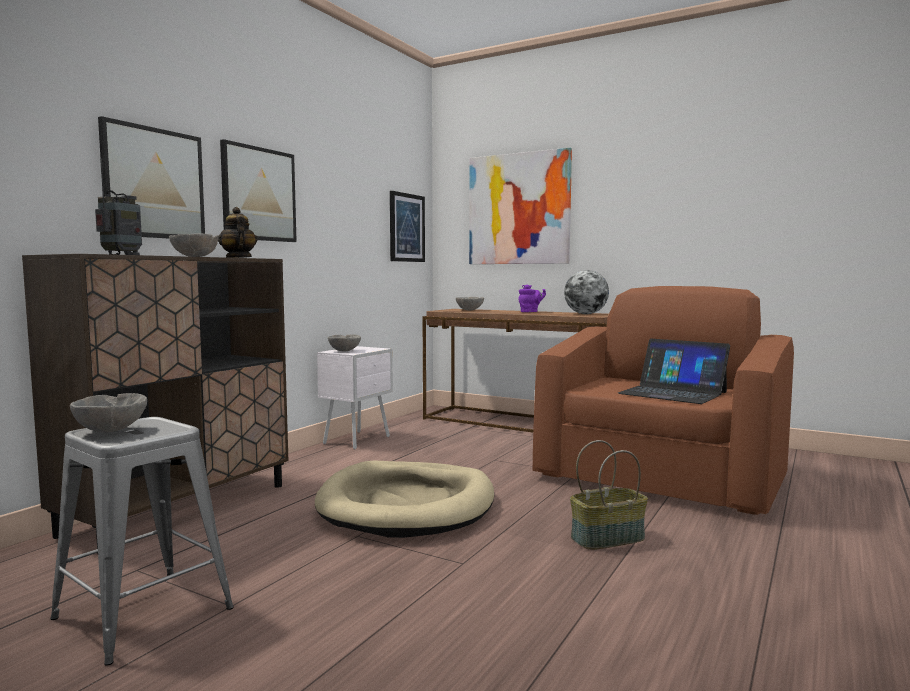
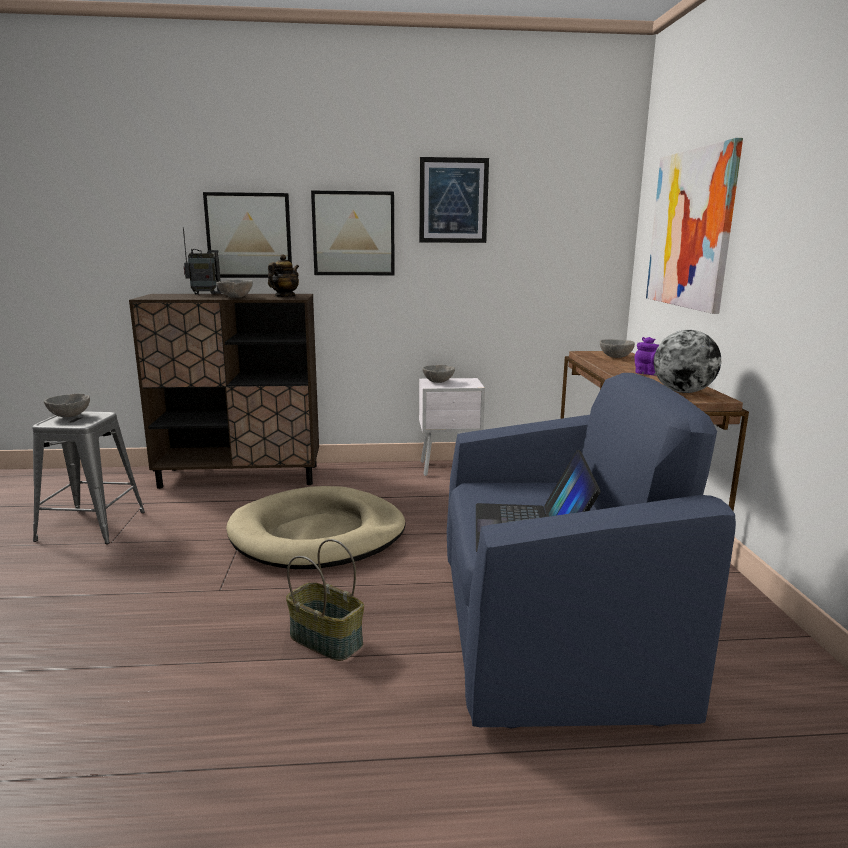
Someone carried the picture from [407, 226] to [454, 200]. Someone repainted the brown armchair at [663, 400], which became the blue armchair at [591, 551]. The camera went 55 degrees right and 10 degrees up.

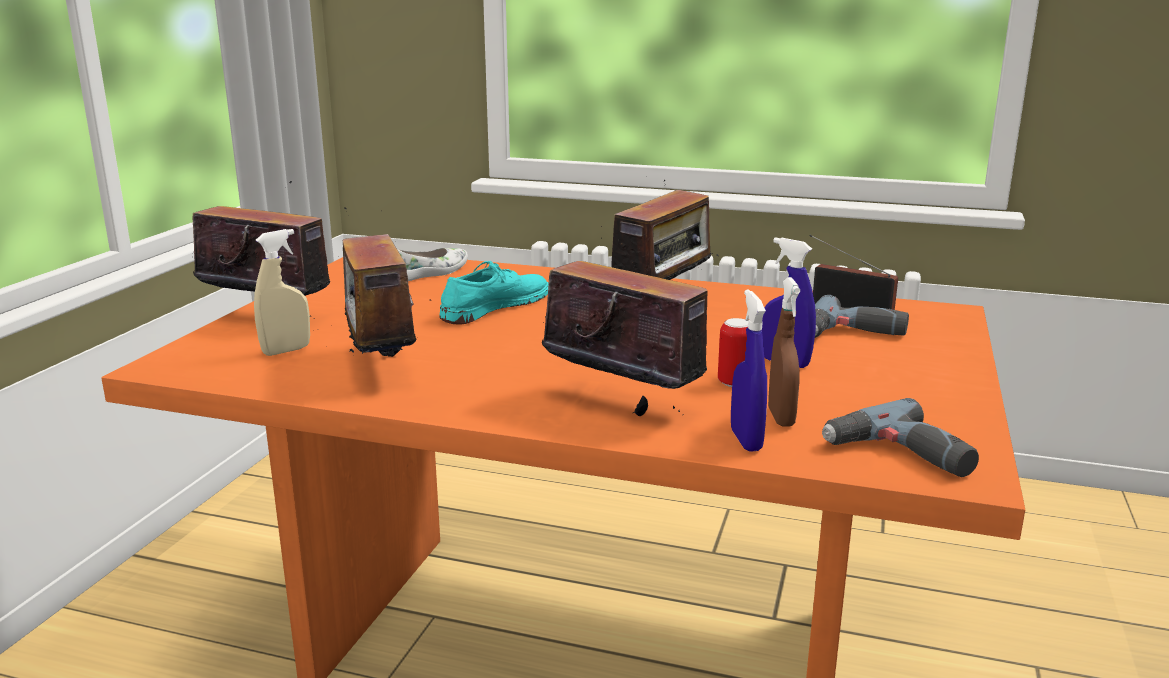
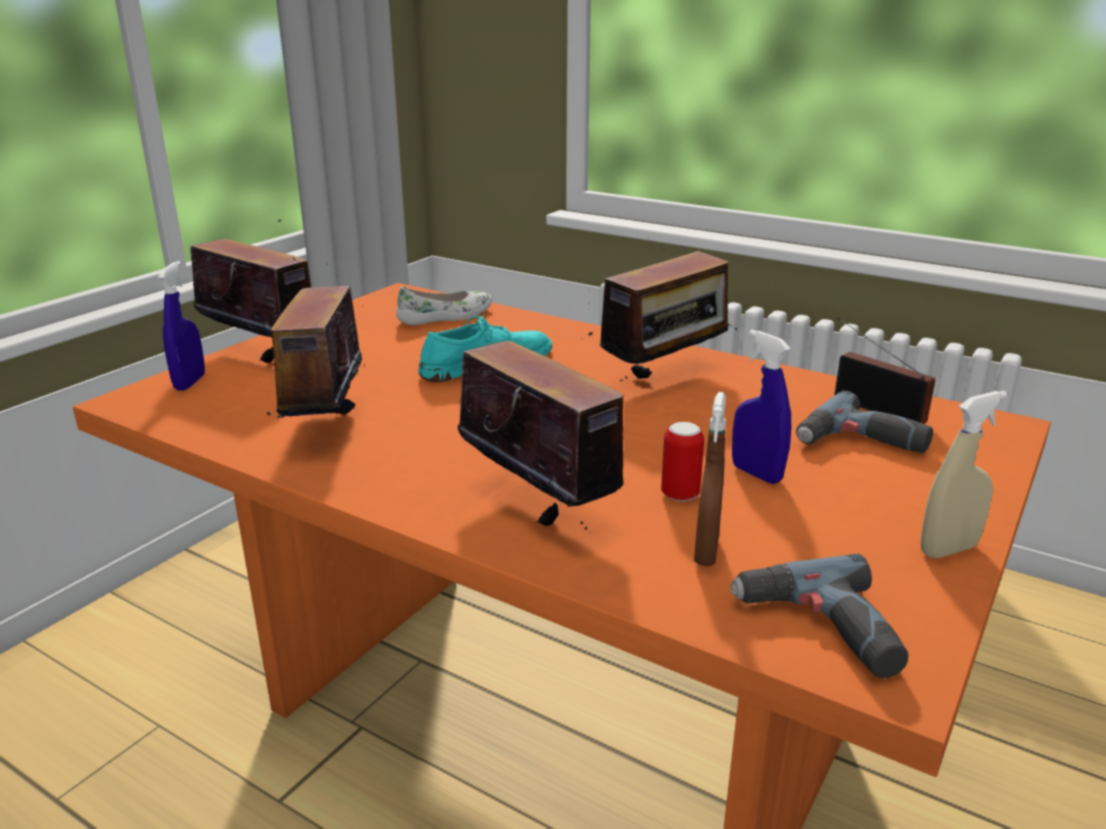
Someone carried the beige spray bottle from [282, 292] to [964, 474]. Someone carried the blue spray bottle from [749, 370] to [181, 326]. The camera went 15 degrees right and 5 degrees up.

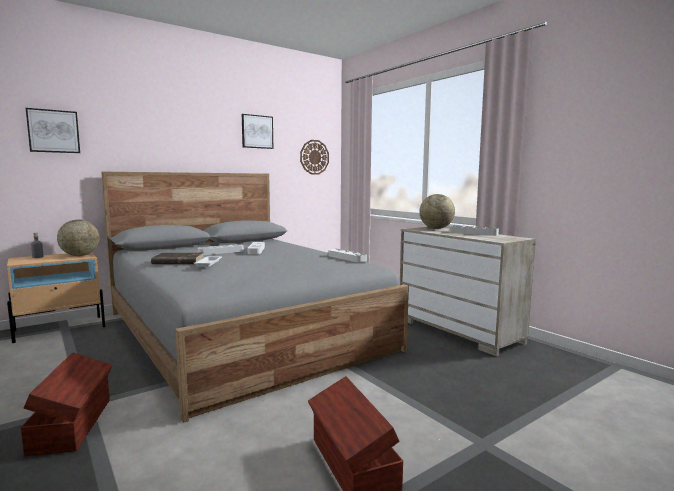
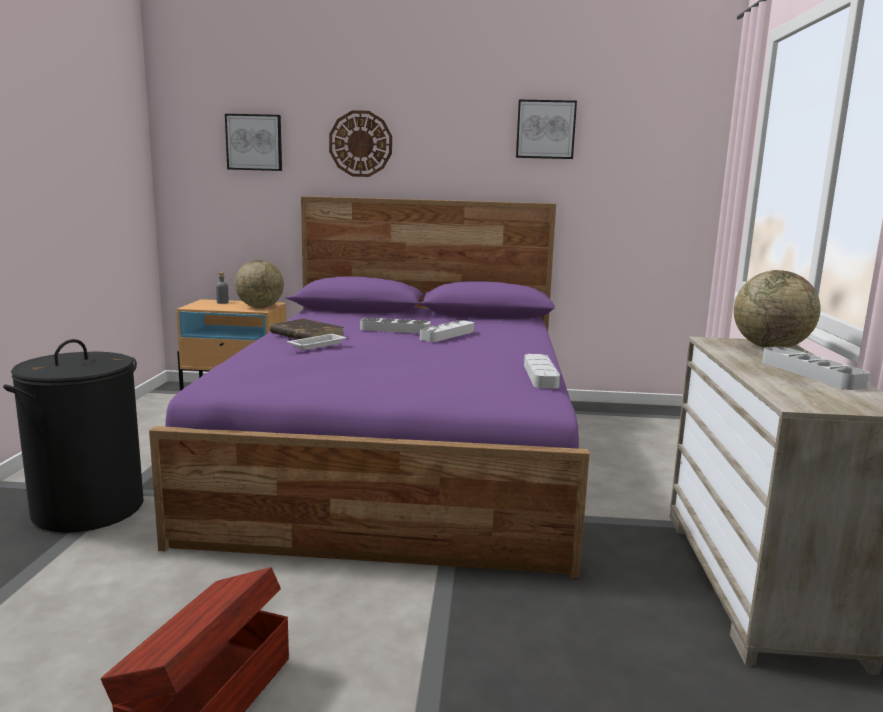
Someone swapped the brown storage box at [66, 404] for the black laundry basket at [73, 436]. Someone repainted the grey bed at [255, 297], which became the purple bed at [369, 387]. Someone carried the wall clock from [314, 157] to [360, 143]. The camera went 40 degrees right and 5 degrees up.

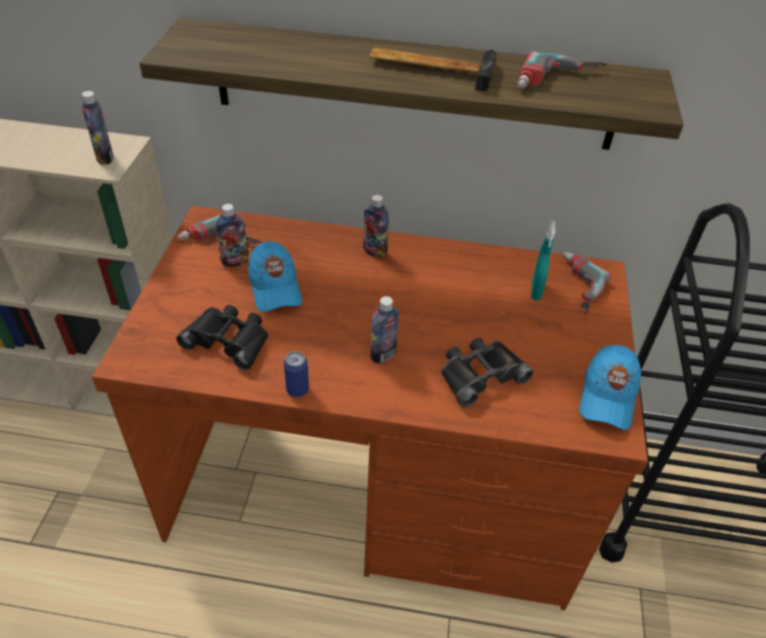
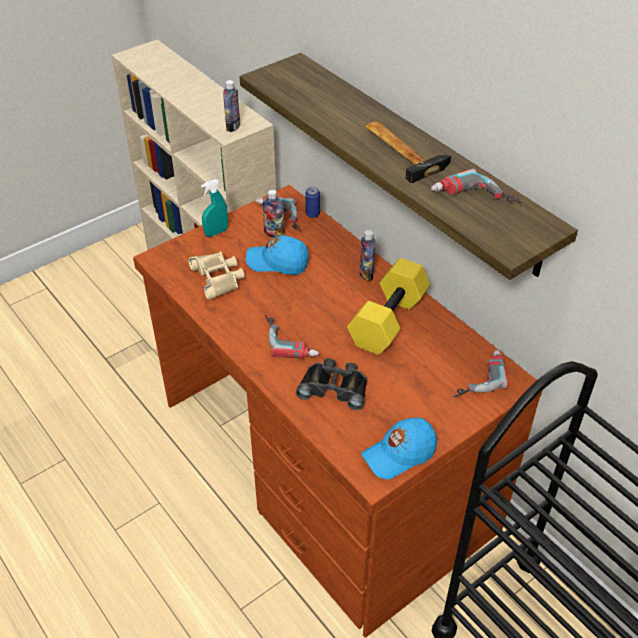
Someone repainted the black binoculars at [222, 337], which became the beige binoculars at [216, 275]. Someone rotated the blue cap at [275, 276] by 75 degrees clockwise. Someone carried the can from [296, 374] to [312, 202]. Someone swapped the bottle at [384, 329] for the power drill at [292, 336]. Someone carried the turquoise spray bottle from [543, 260] to [214, 208]. Someone put down the yellow dumbbell at [388, 306]. The camera went 45 degrees right and 0 degrees up.

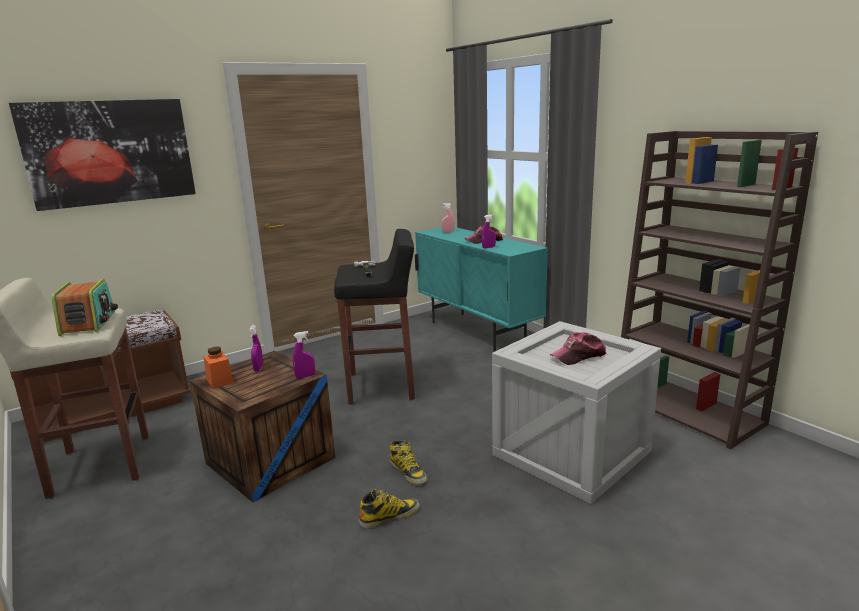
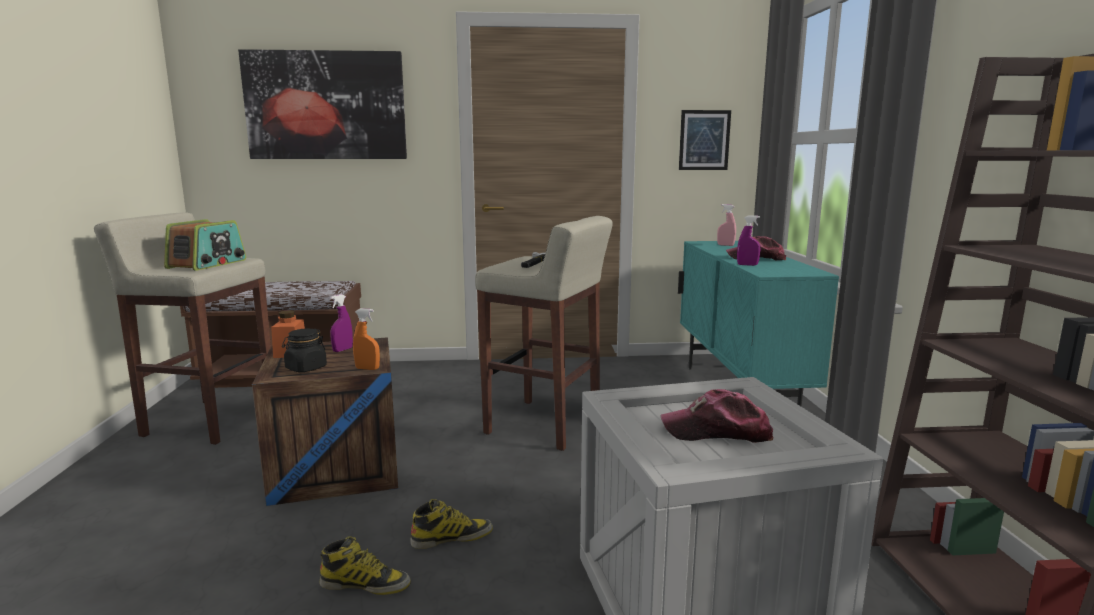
Someone repainted the purple spray bottle at [304, 354], which became the orange spray bottle at [366, 339]. Someone repainted the black stool at [374, 317], which became the beige stool at [544, 333]. Someone rotated the boot at [408, 462] by 105 degrees counterclockwise. Someone put down the black jar at [304, 350]. Someone put up the picture at [705, 140]. The camera went 30 degrees right and 5 degrees down.

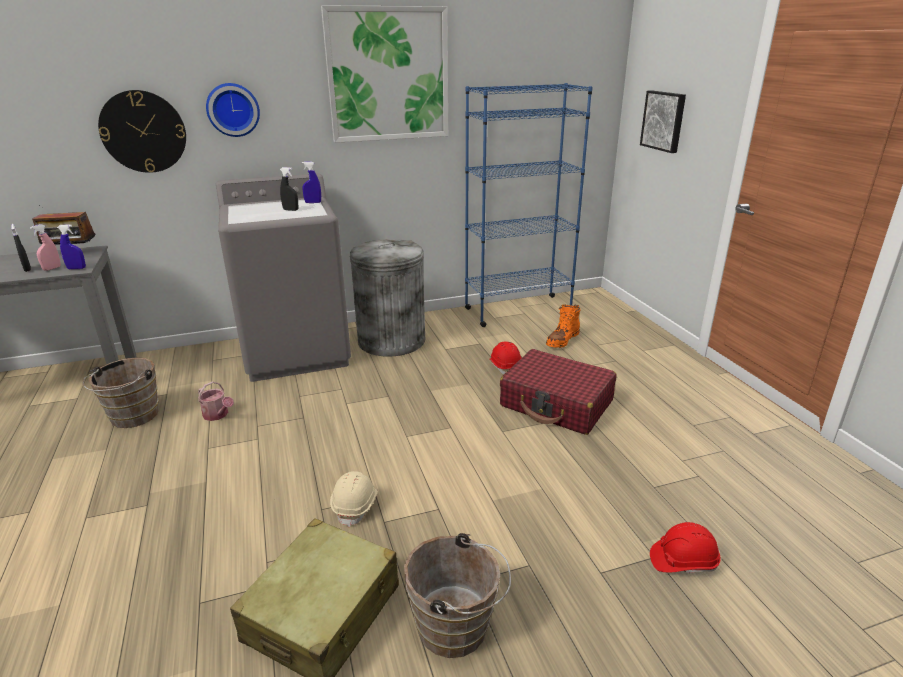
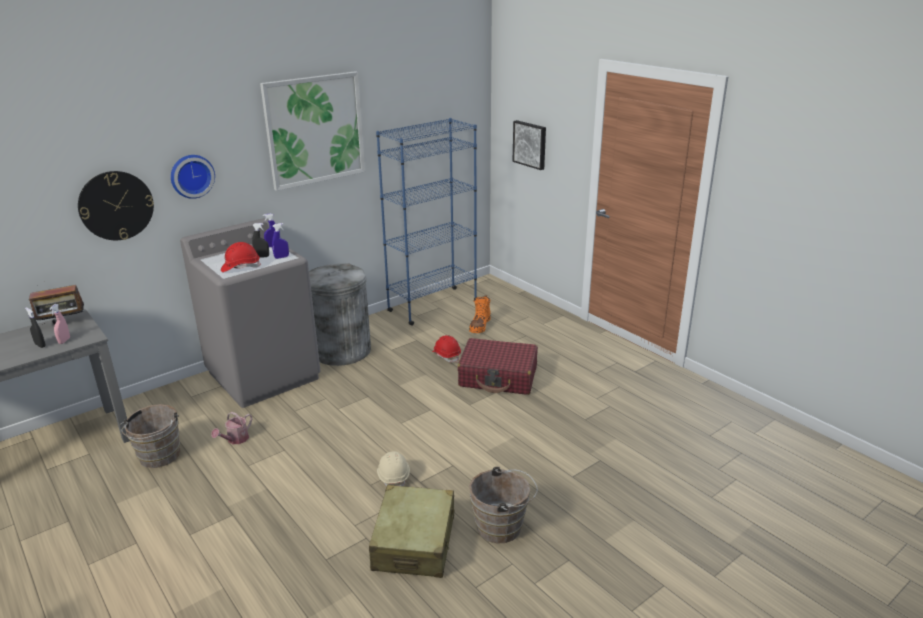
Someone carried the blue spray bottle from [71, 246] to [280, 241]. Someone rotated the watering can at [216, 401] by 105 degrees clockwise. Someone carried the red hard hat from [685, 547] to [241, 257]. The camera went 20 degrees left and 0 degrees up.

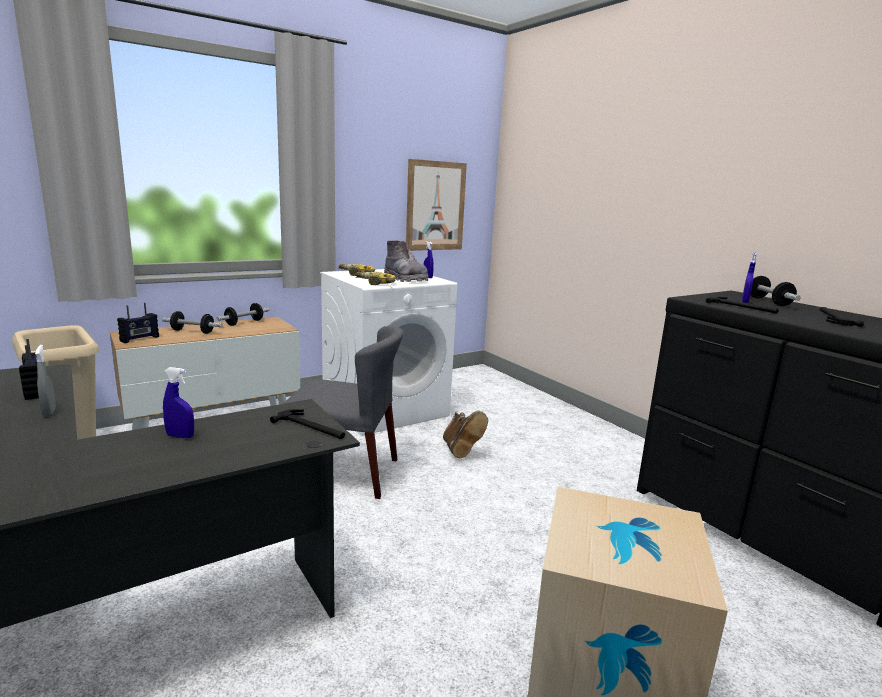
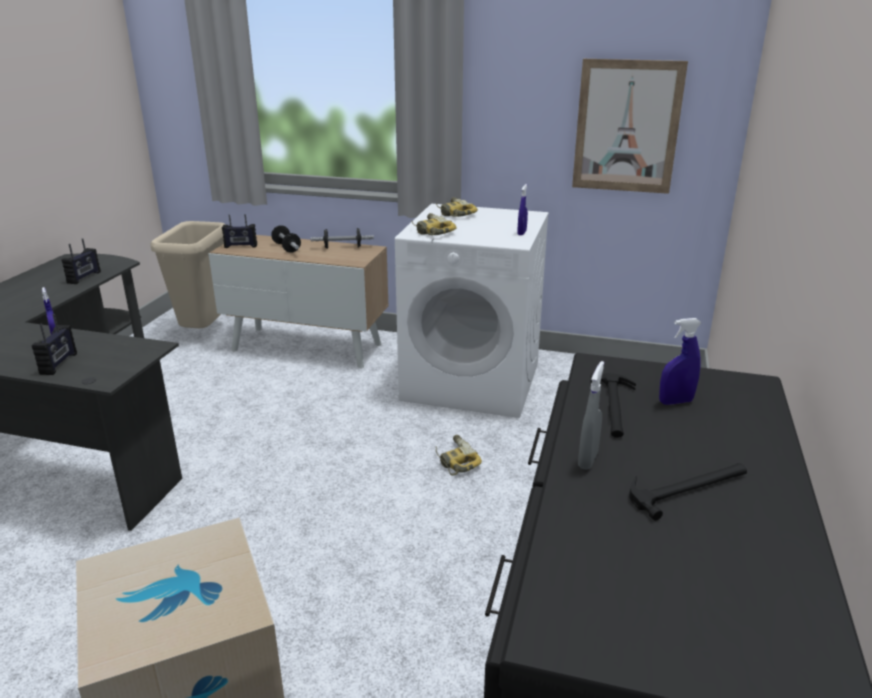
Someone carried the grey spray bottle from [45, 381] to [591, 415]. Someone took away the hammer at [307, 424]. Someone took away the grey chair at [343, 412]. Someone took away the grey boot at [406, 261]. Someone swapped the brown boot at [465, 434] for the power drill at [459, 455]. Someone took away the dumbbell at [775, 291]. Someone put down the radio at [54, 344]. The camera went 50 degrees right and 10 degrees up.

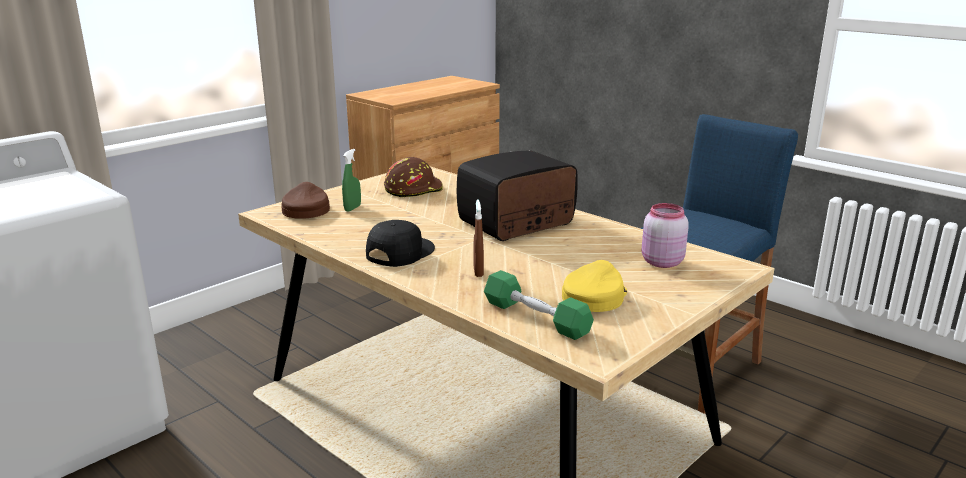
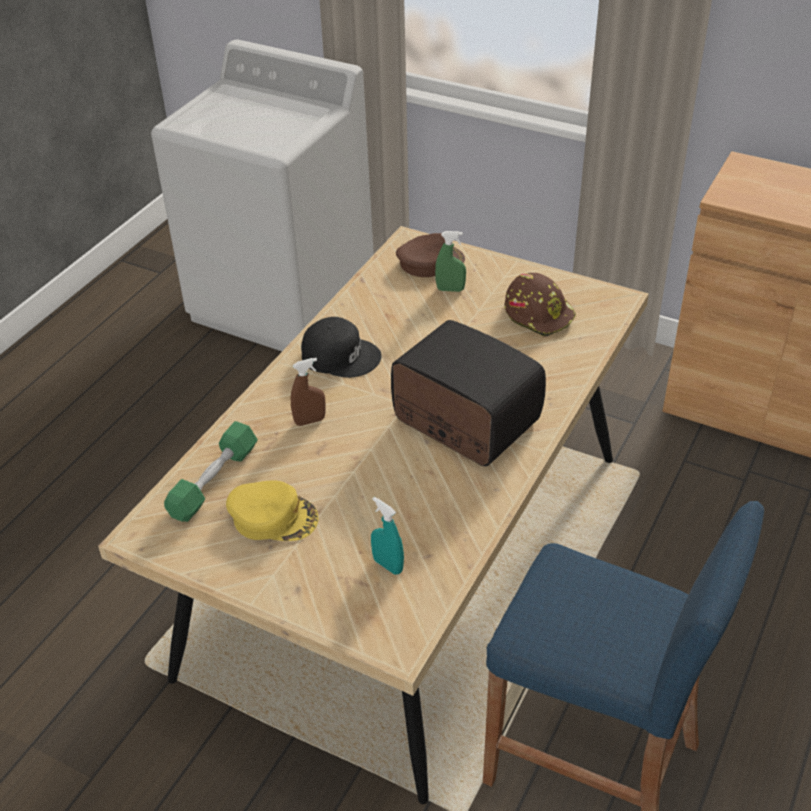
Someone swapped the pink jar at [665, 235] for the turquoise spray bottle at [387, 536]. The camera went 75 degrees right and 20 degrees up.

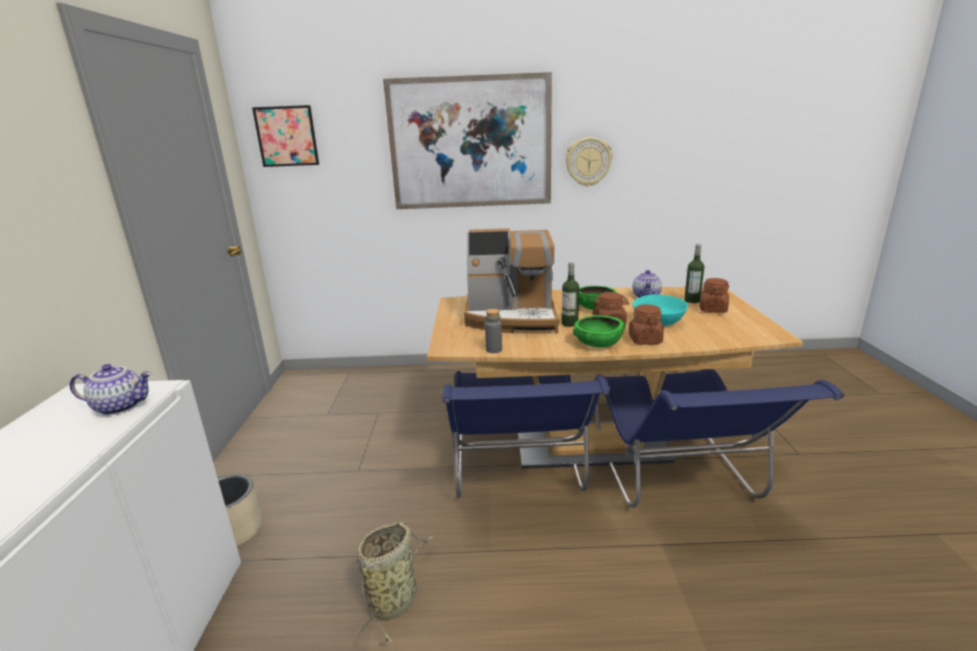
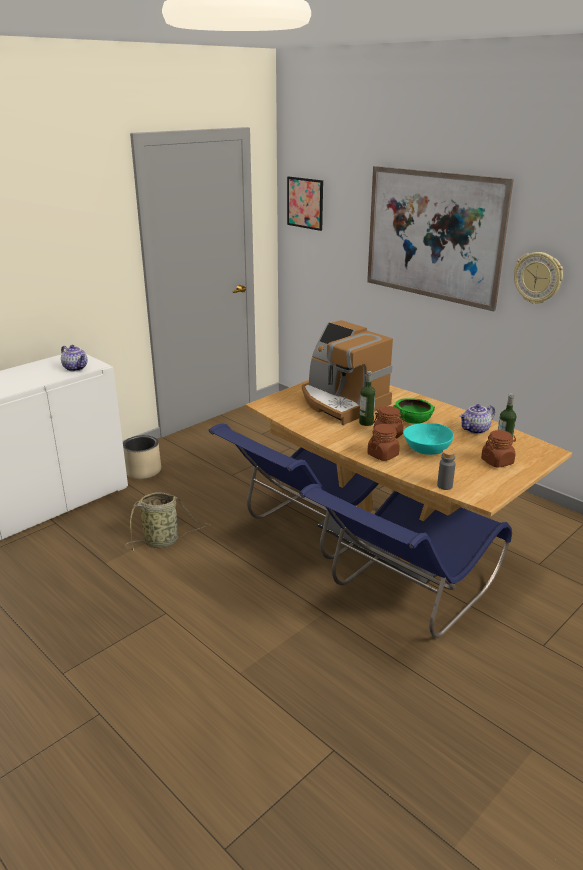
Someone carried the grey bottle from [493, 331] to [446, 469]. Someone took away the green bowl at [599, 331]. The camera went 45 degrees right and 5 degrees up.

